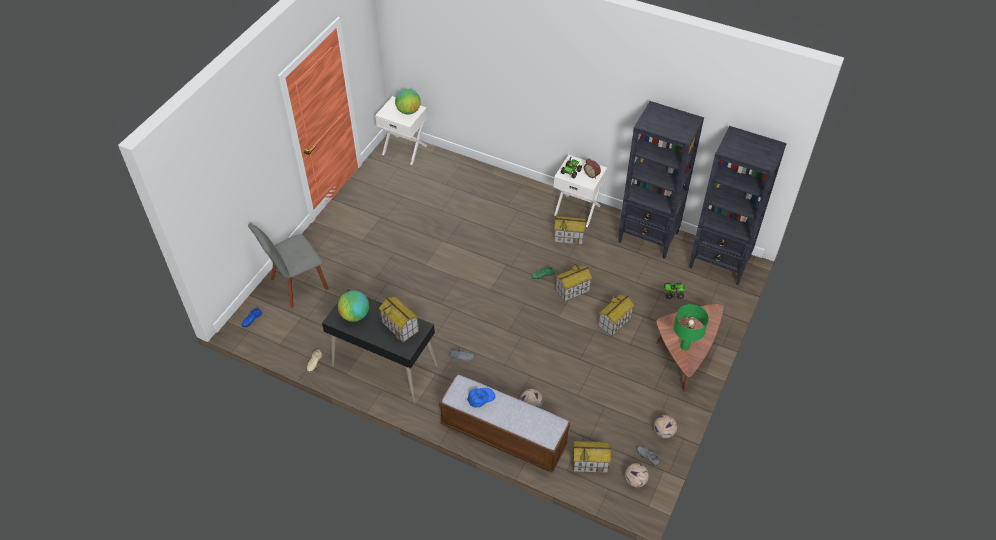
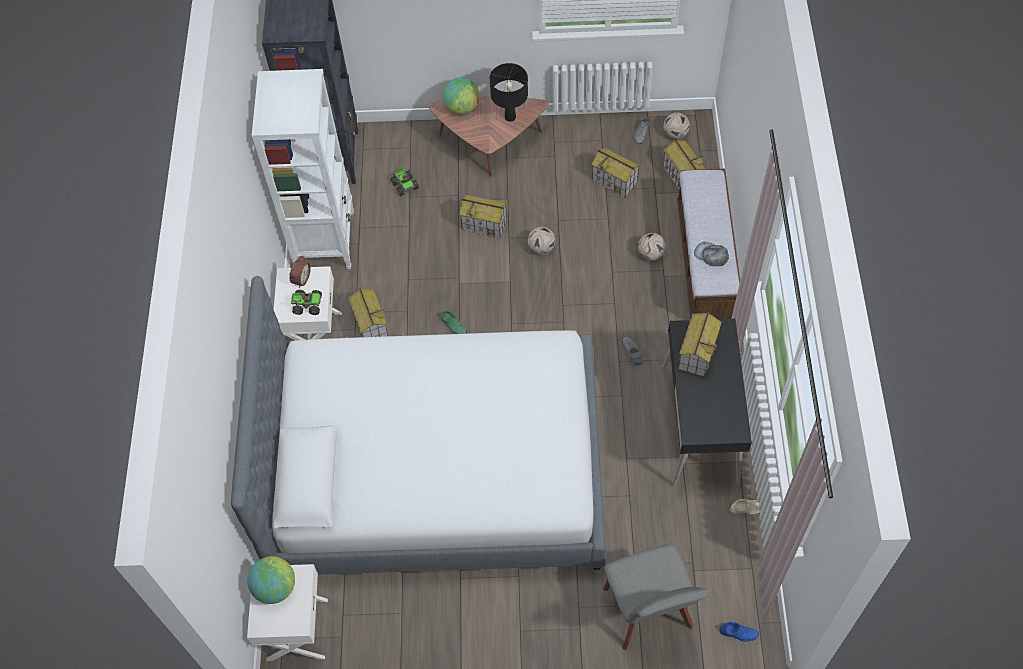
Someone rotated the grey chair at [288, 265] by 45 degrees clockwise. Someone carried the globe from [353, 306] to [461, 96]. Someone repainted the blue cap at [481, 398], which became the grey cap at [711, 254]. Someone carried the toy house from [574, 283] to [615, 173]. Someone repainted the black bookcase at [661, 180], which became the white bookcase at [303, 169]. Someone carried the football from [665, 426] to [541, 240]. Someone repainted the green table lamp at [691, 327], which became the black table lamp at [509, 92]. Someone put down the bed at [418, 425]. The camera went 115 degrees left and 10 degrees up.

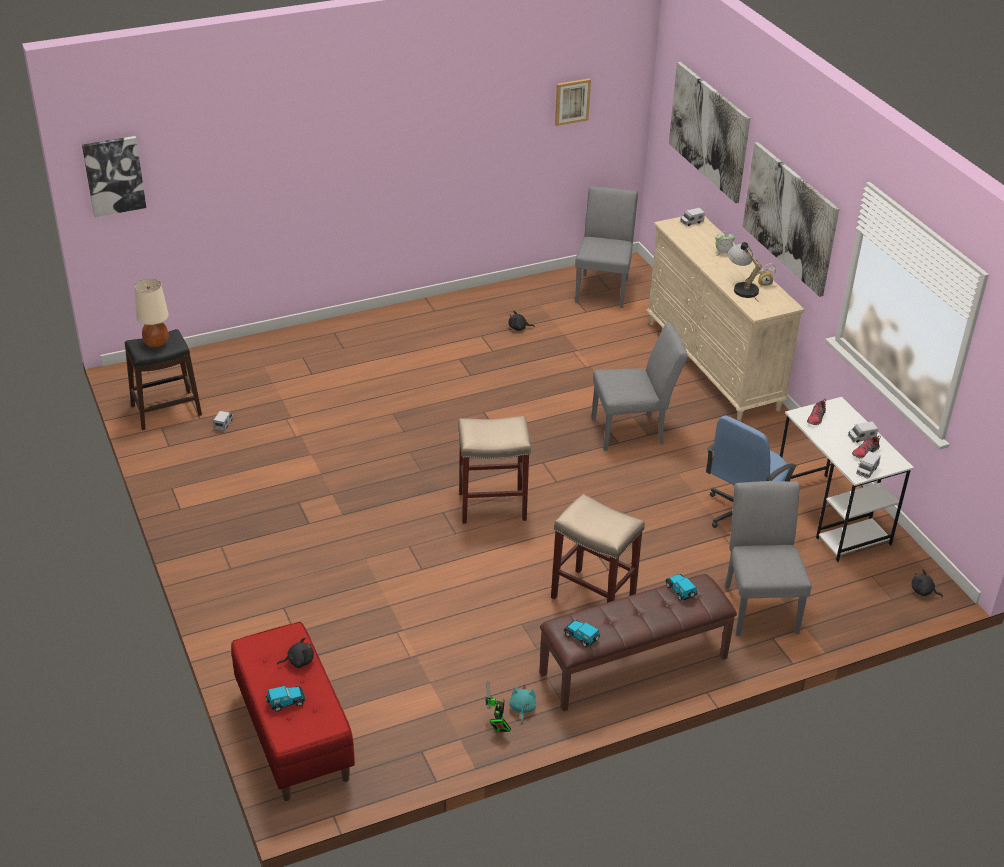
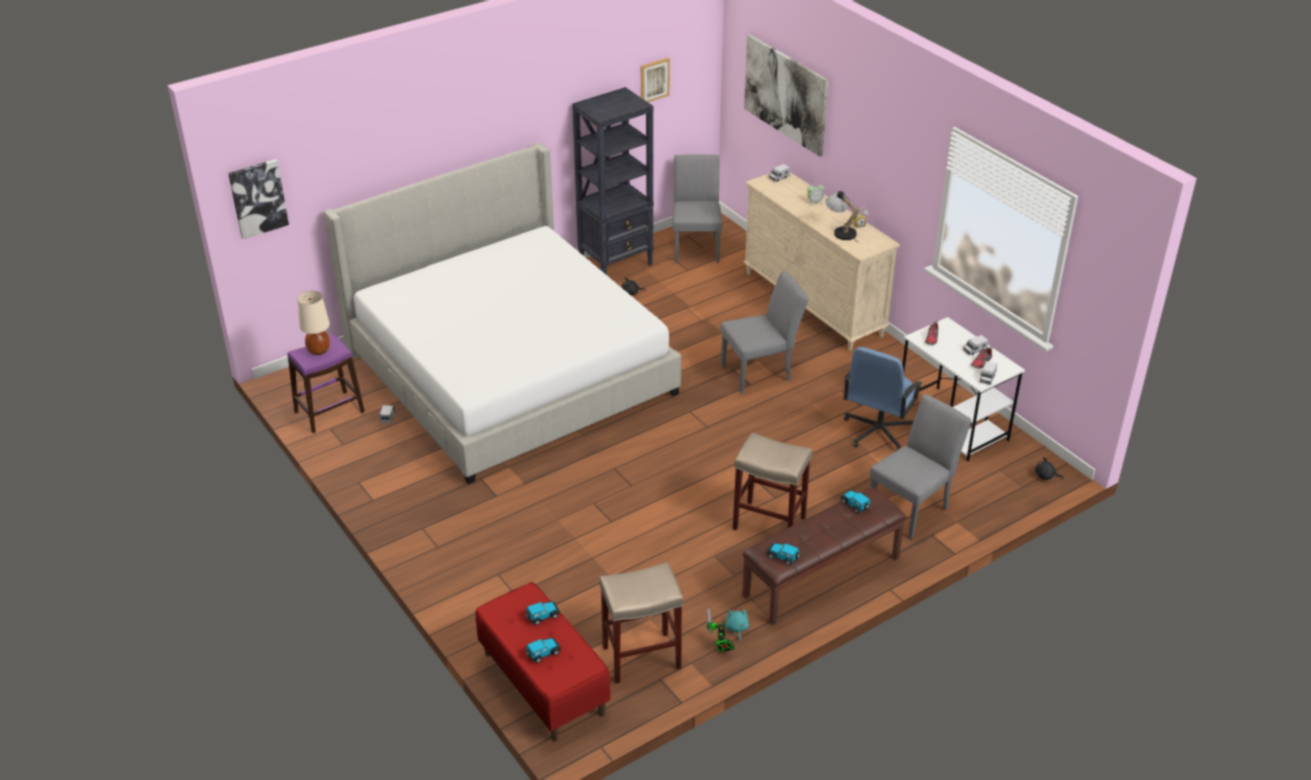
Someone repainted the black stool at [163, 379], which became the purple stool at [326, 384]. Someone swapped the black plush toy at [295, 652] for the toy car at [543, 613]. Someone carried the beige stool from [494, 470] to [641, 622]. Someone rotated the grey chair at [768, 558] by 60 degrees clockwise. Someone took away the picture at [790, 219]. Someone put down the bed at [502, 313]. Someone put down the black bookcase at [613, 181]. The camera went 10 degrees left and 0 degrees up.

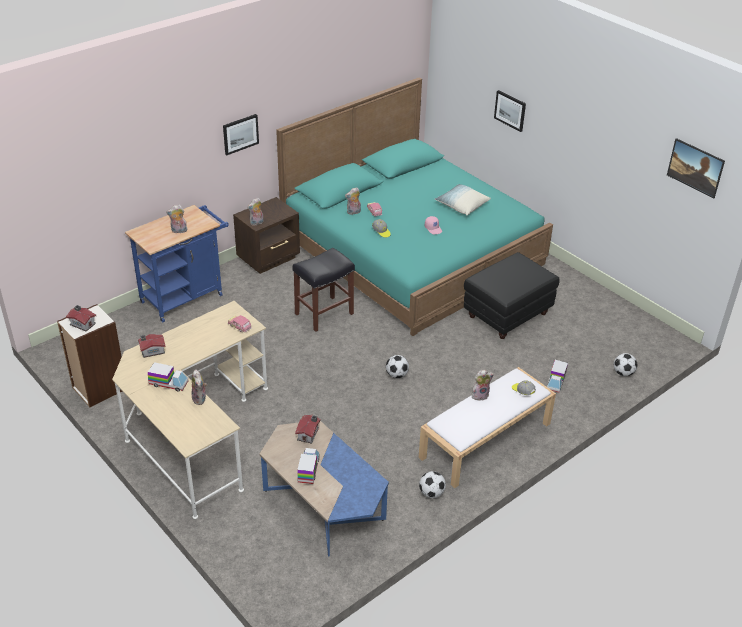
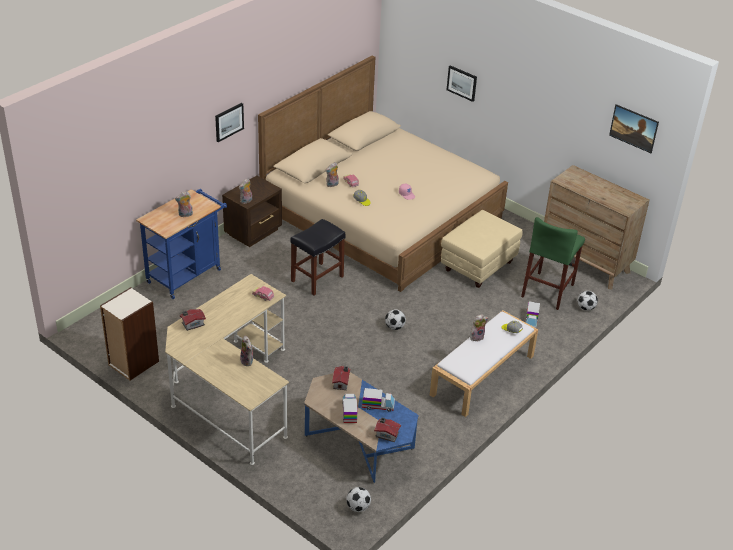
Someone carried the toy house from [81, 318] to [387, 429]. Someone carried the toy truck from [168, 377] to [378, 400]. Someone repainted the turquoise bed at [414, 207], which became the beige bed at [383, 173]. Someone carried the football from [432, 484] to [358, 499]. Someone took away the pillow at [463, 199]. Someone repainted the black ottoman at [512, 295], which became the beige ottoman at [482, 249]. Someone put down the green stool at [553, 263]. Someone put down the brown dresser at [597, 227]. The camera went 10 degrees left and 0 degrees up.

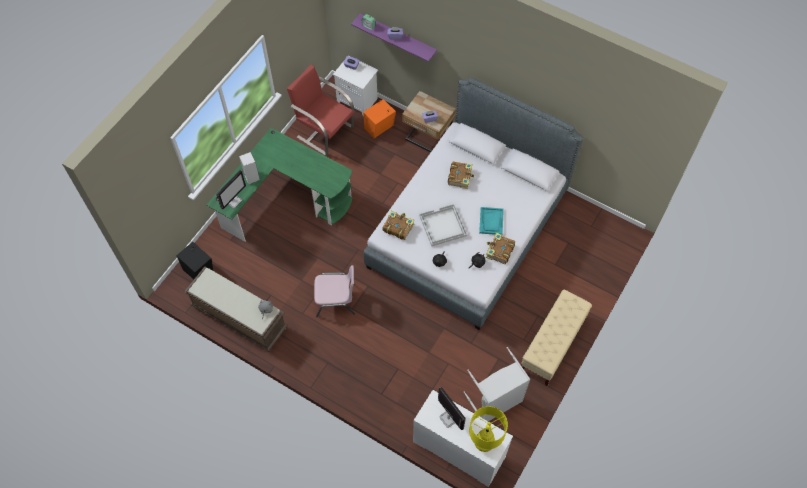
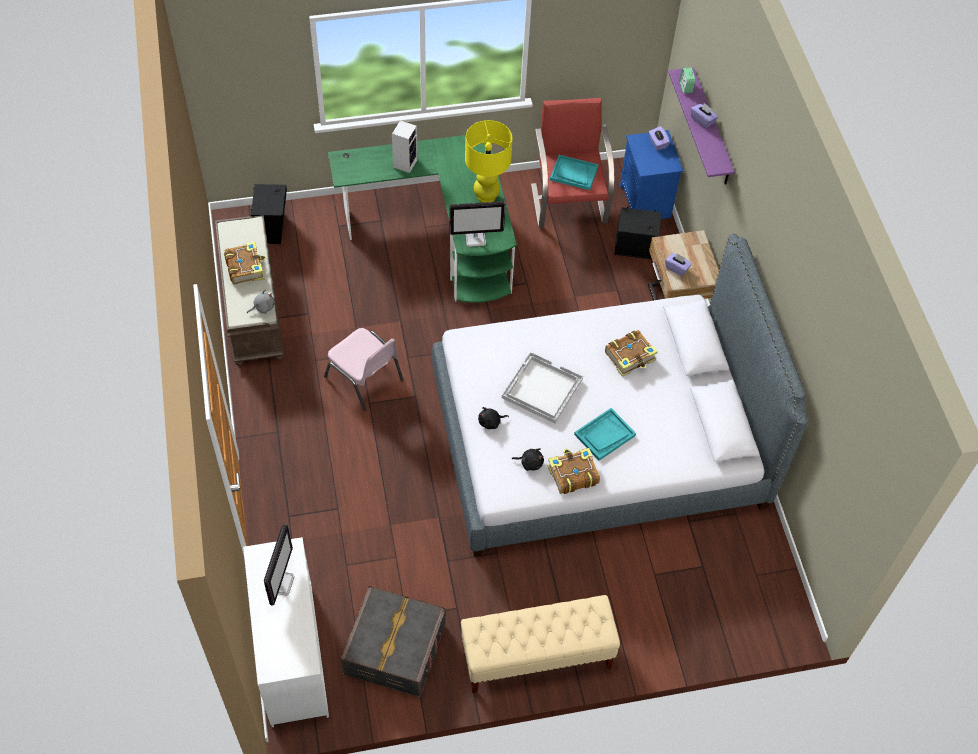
Someone carried the monitor from [231, 190] to [477, 224]. Someone repainted the white nightstand at [355, 85], which became the blue nightstand at [651, 174]. Someone repainted the orange speaker at [379, 118], which became the black speaker at [637, 232]. Someone carried the book from [398, 225] to [245, 263]. Someone swapped the grey laundry basket at [497, 384] for the grey storage box at [393, 641]. Someone carried the yellow table lamp from [488, 429] to [489, 161]. Someone put down the turquoise tray at [574, 172]. The camera went 45 degrees right and 5 degrees down.

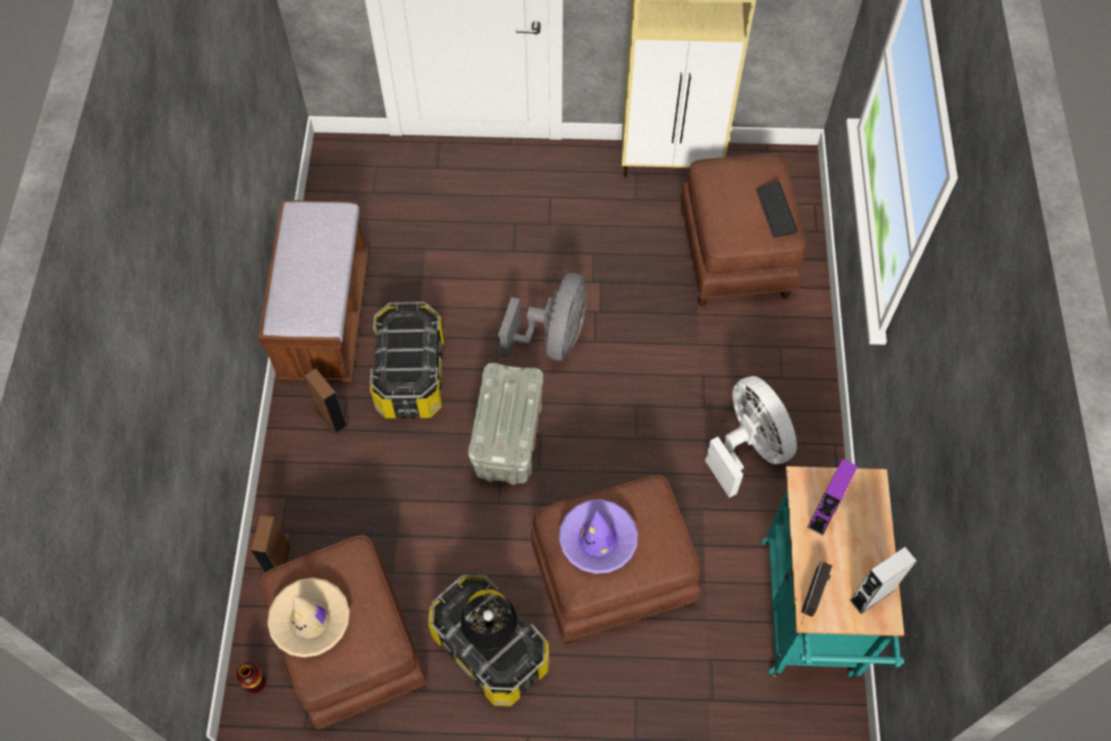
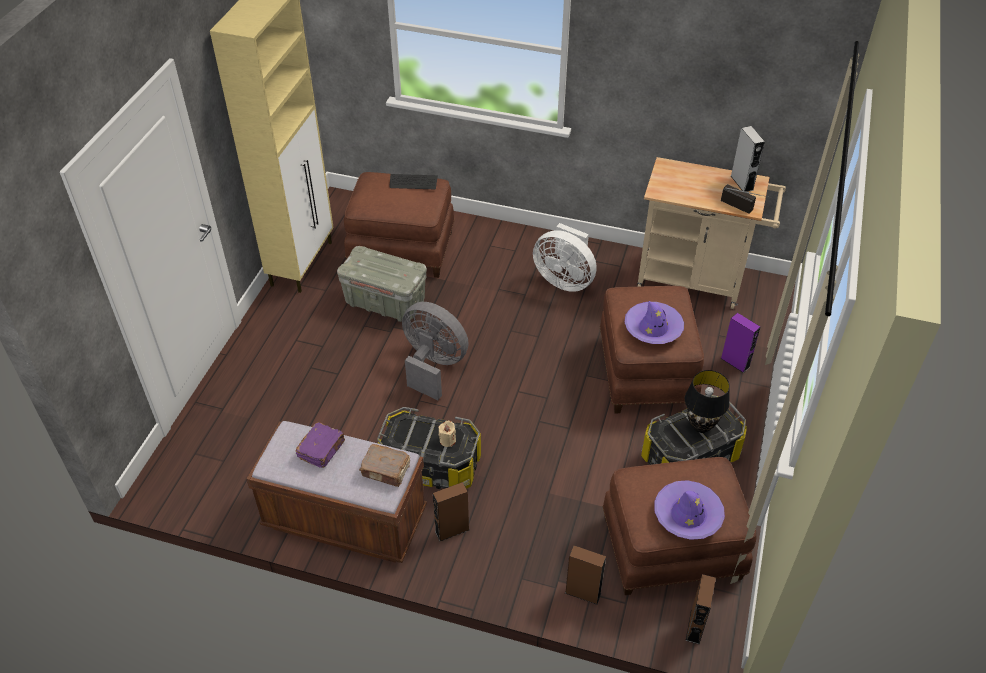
Someone swapped the vase at [251, 678] for the brown speaker at [701, 609]. Someone repainted the beige hat at [308, 618], which became the purple hat at [689, 510]. Someone carried the grey storage box from [506, 424] to [382, 284]. Someone rotated the white fan at [751, 437] by 135 degrees counterclockwise. Someone repainted the turquoise cart at [832, 573], which became the beige cart at [711, 233]. Someone carried the purple speaker from [832, 497] to [740, 343]. Someone put down the purple book at [320, 445]. Someone put down the brown book at [384, 465]. Someone put down the beige candle at [447, 434]. The camera went 75 degrees left and 15 degrees down.

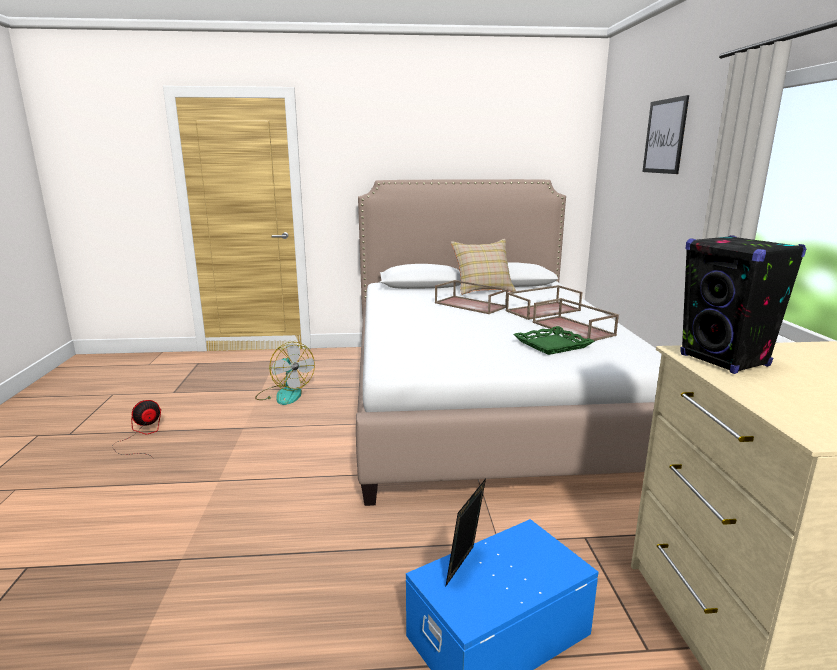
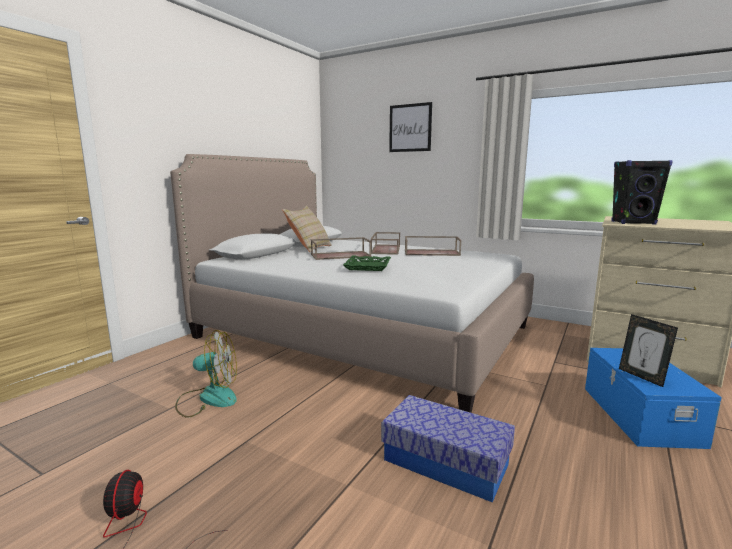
Someone carried the green tray from [554, 340] to [367, 263]. Someone put down the storage box at [448, 449]. The camera went 55 degrees left and 5 degrees down.

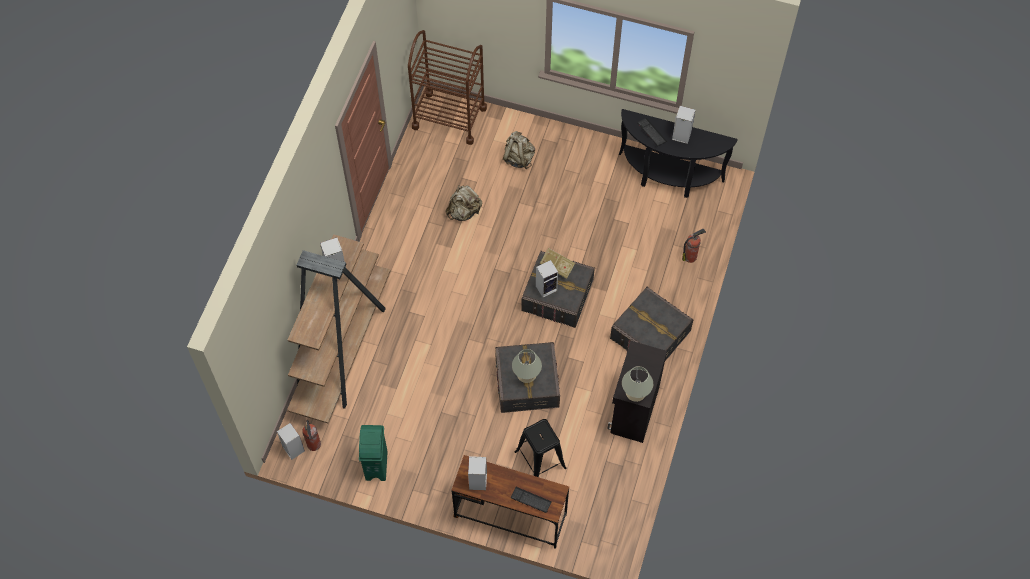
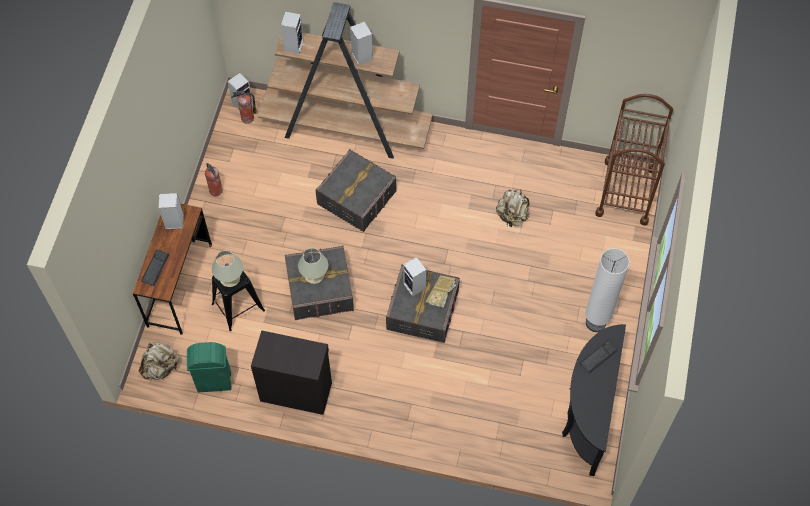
Someone carried the green trash can from [373, 453] to [209, 367]. Someone carried the beige backpack from [519, 150] to [159, 361]. Someone carried the grey storage box from [651, 323] to [355, 190]. Someone carried the beige table lamp from [637, 384] to [227, 268]. Someone carried the speaker from [683, 125] to [292, 33]. Someone carried the fire extinguisher from [694, 245] to [214, 179]. Someone put down the white floor lamp at [607, 290]. The camera went 85 degrees right and 0 degrees up.

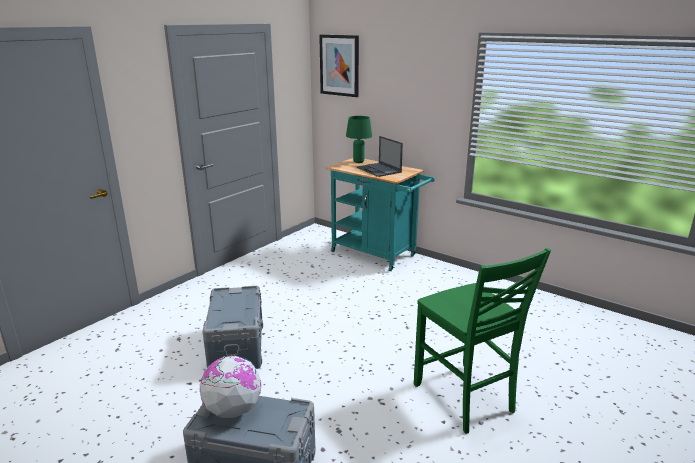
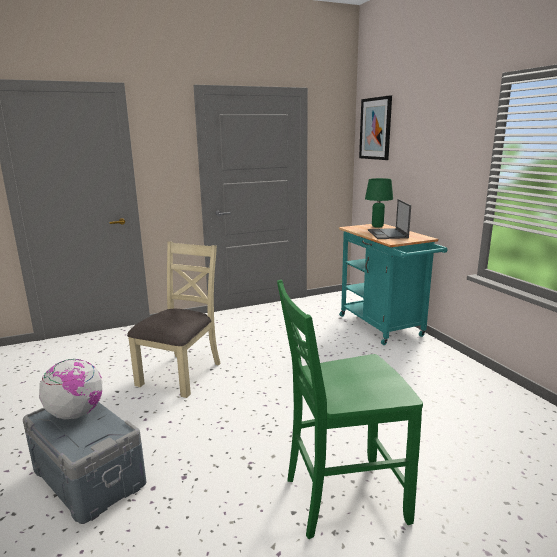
Someone swapped the grey storage box at [232, 327] for the beige chair at [174, 319]. Someone rotated the green chair at [482, 341] by 75 degrees clockwise. The camera went 30 degrees right and 5 degrees down.

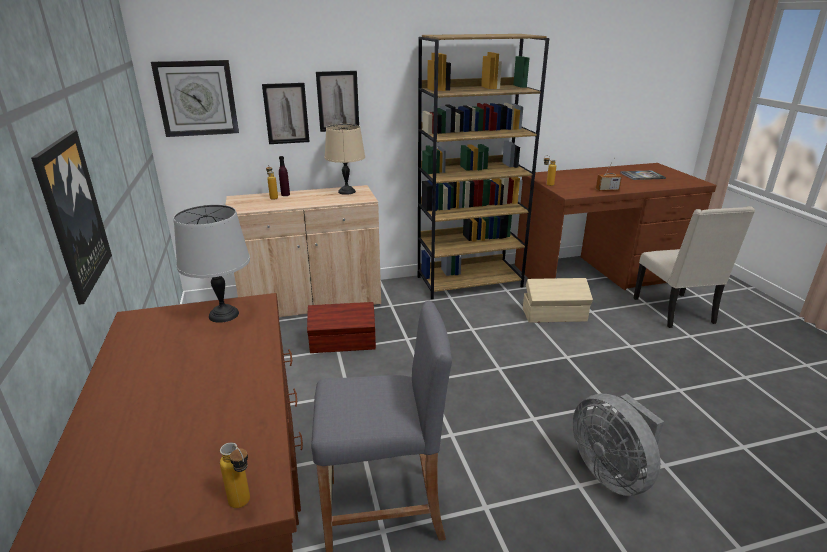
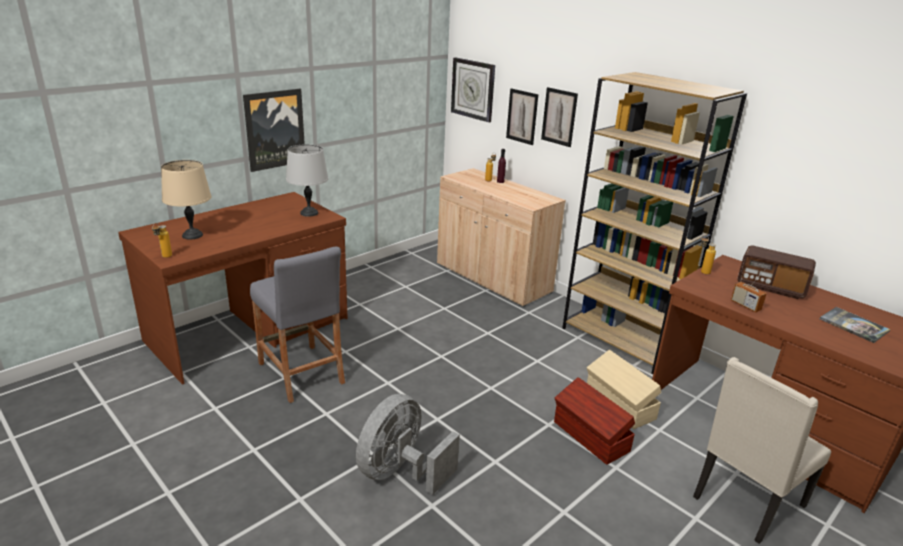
Someone carried the brown storage box from [341, 327] to [594, 421]. Someone carried the beige table lamp from [345, 159] to [186, 200]. Someone put down the radio at [776, 272]. The camera went 60 degrees right and 0 degrees up.

